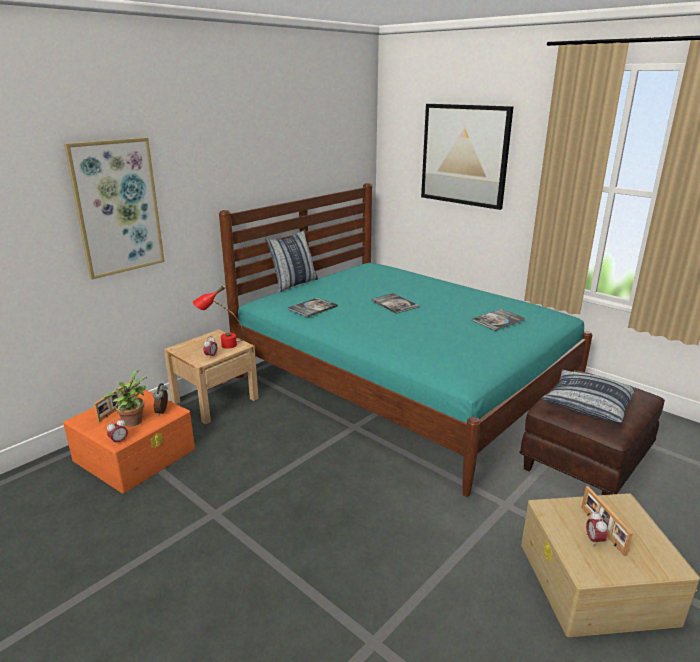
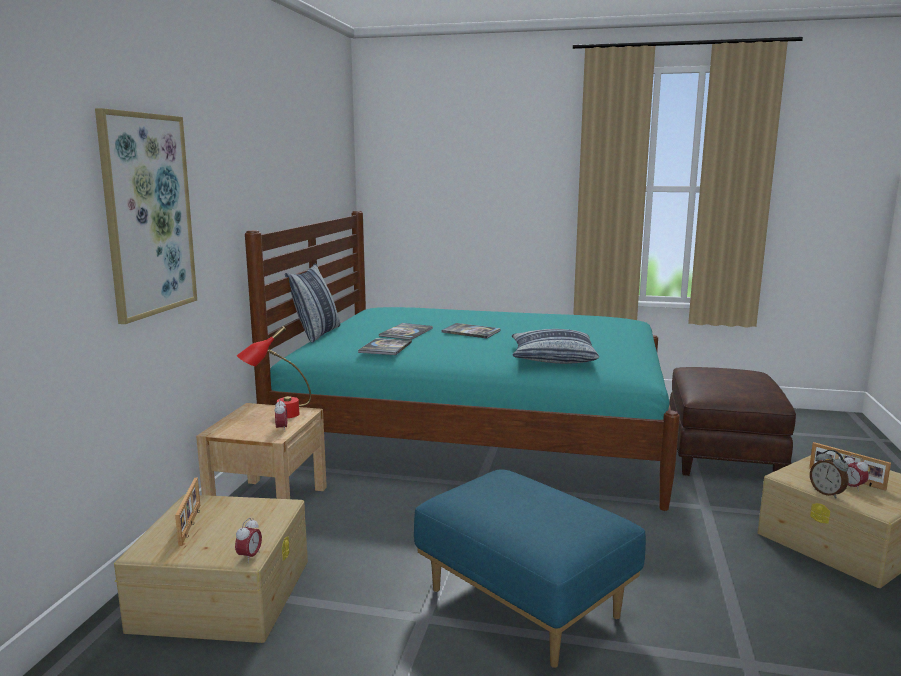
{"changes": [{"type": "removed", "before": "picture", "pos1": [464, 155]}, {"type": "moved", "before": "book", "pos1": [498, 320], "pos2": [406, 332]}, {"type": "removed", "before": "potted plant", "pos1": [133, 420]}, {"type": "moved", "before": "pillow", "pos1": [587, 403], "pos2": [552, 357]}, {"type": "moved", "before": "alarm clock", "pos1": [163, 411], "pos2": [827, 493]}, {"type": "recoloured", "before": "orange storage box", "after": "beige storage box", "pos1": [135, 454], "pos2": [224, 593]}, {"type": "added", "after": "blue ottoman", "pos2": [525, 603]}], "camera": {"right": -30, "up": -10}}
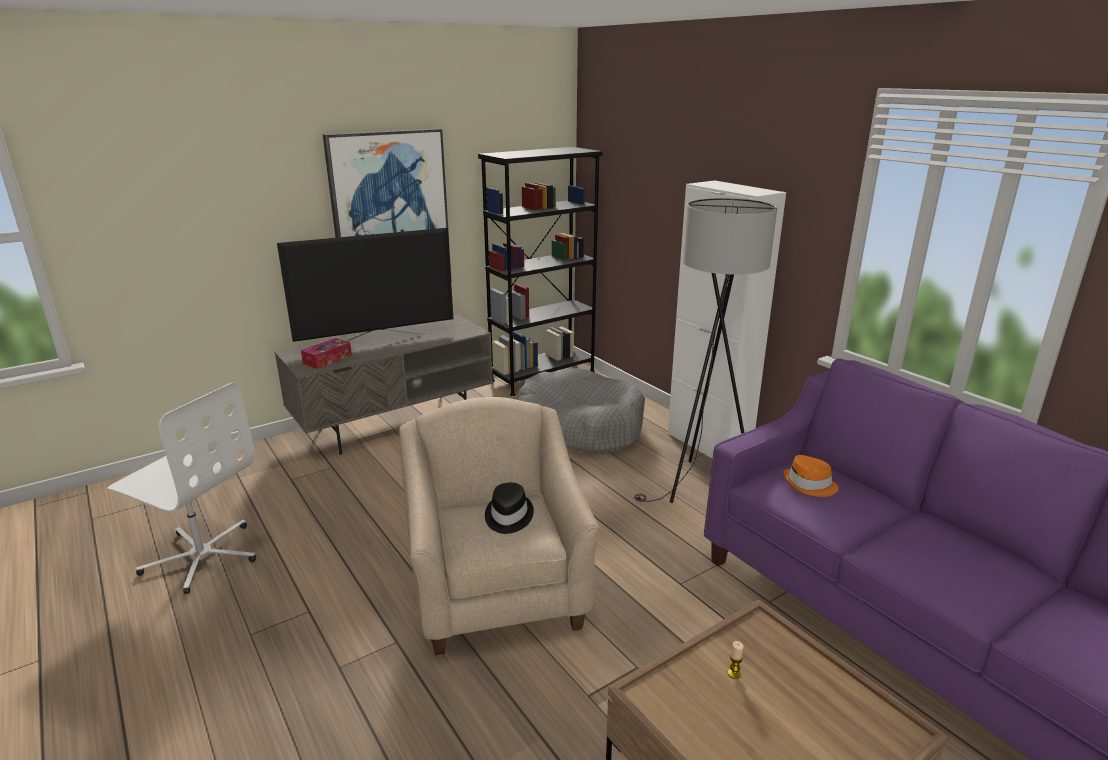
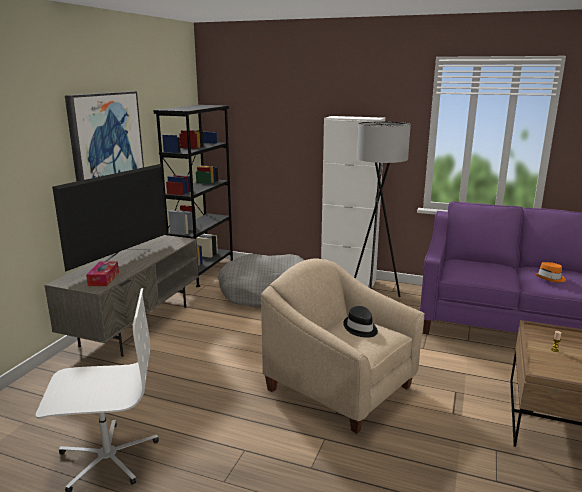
{"changes": [{"type": "moved", "before": "orange hat", "pos1": [809, 485], "pos2": [550, 278]}], "camera": {"right": -35, "up": -5}}
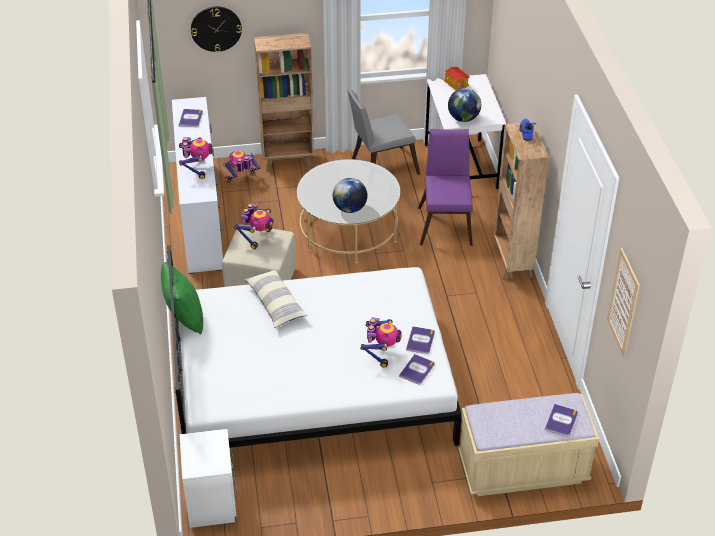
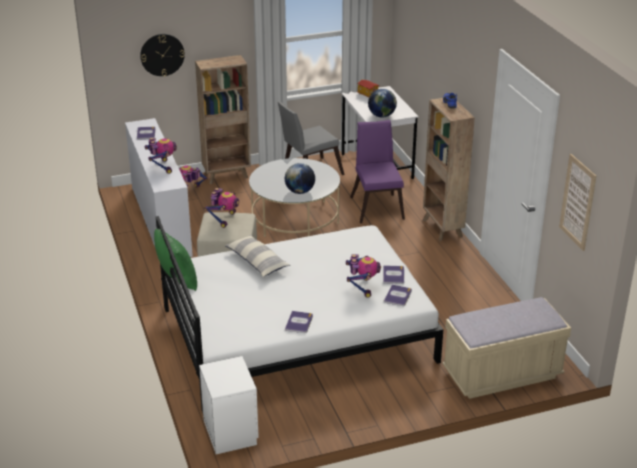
{"changes": [{"type": "moved", "before": "book", "pos1": [561, 421], "pos2": [299, 322]}], "camera": {"right": -10, "up": -10}}
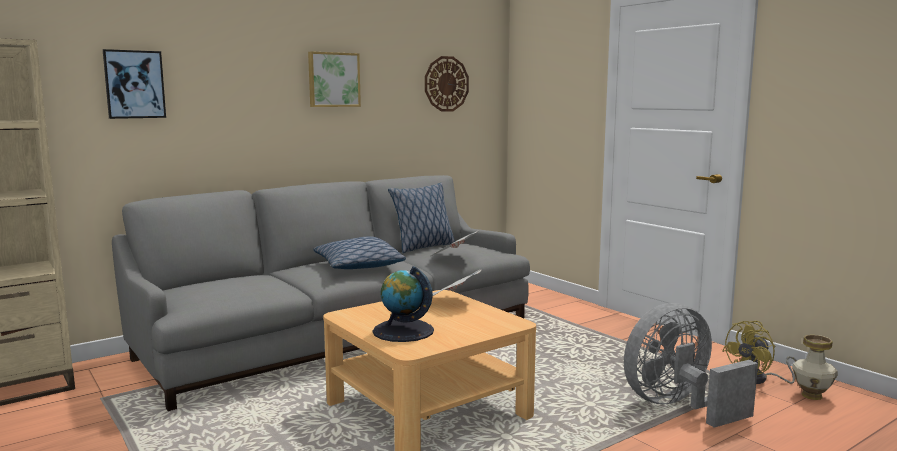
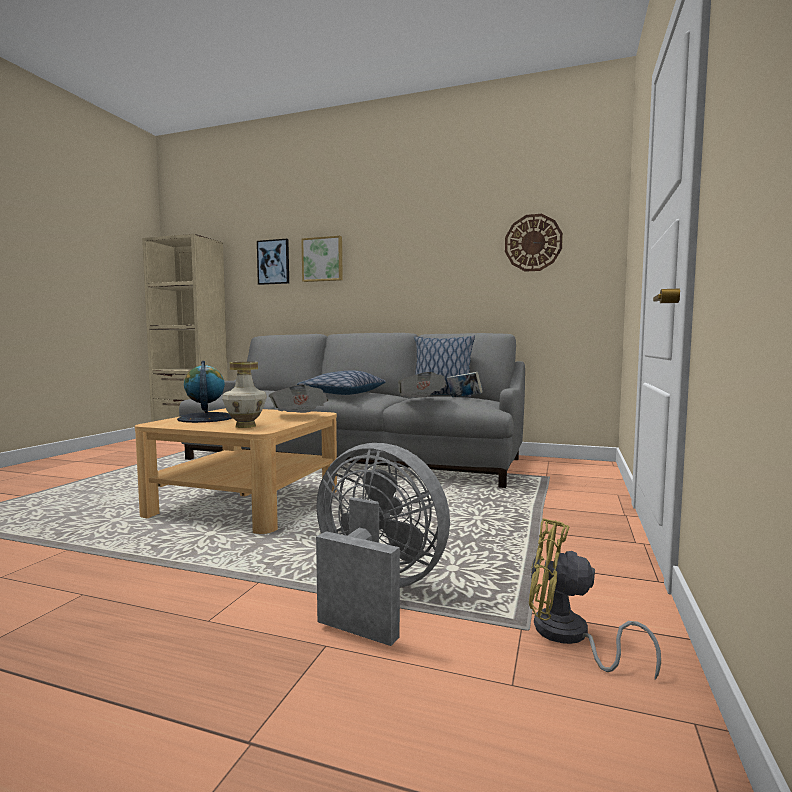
{"changes": [{"type": "moved", "before": "picture", "pos1": [333, 80], "pos2": [323, 259]}, {"type": "moved", "before": "vase", "pos1": [811, 396], "pos2": [245, 426]}, {"type": "added", "after": "book", "pos2": [464, 398]}], "camera": {"right": 55, "up": -5}}
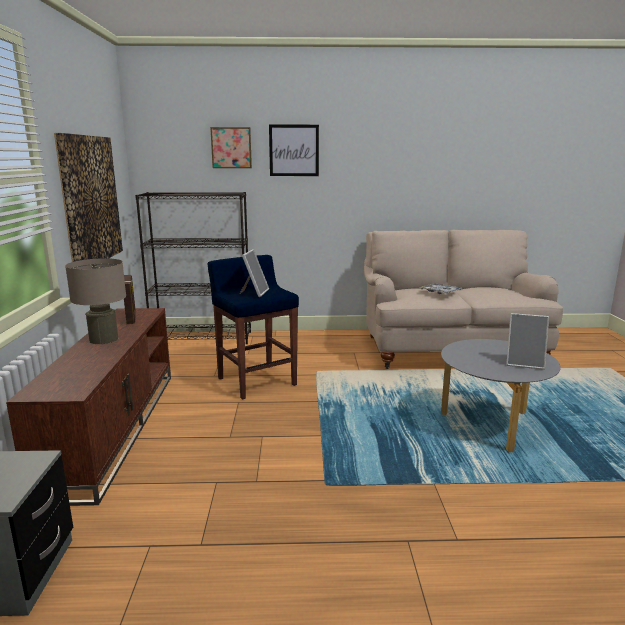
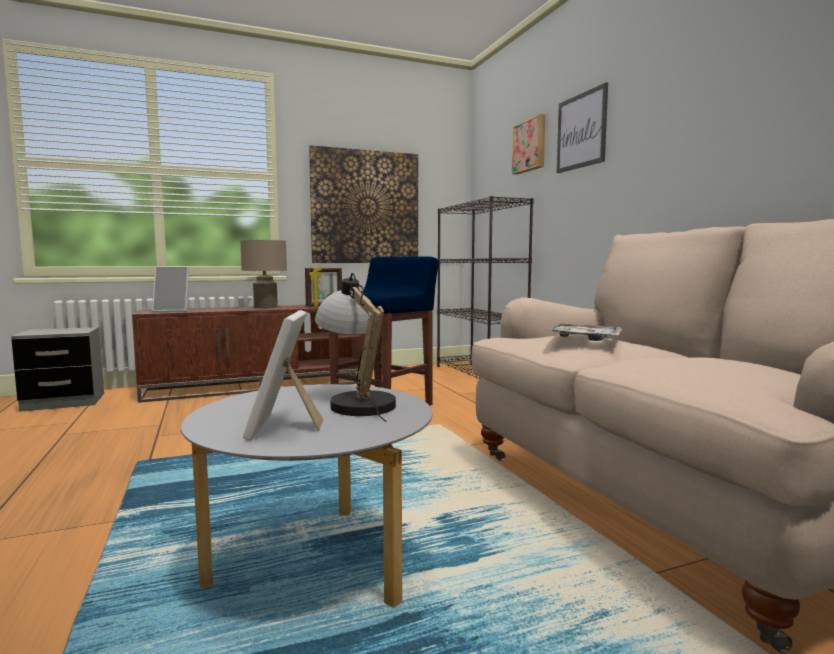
{"changes": [{"type": "moved", "before": "picture frame", "pos1": [254, 292], "pos2": [173, 310]}, {"type": "added", "after": "table lamp", "pos2": [356, 402]}], "camera": {"right": 70, "up": -10}}
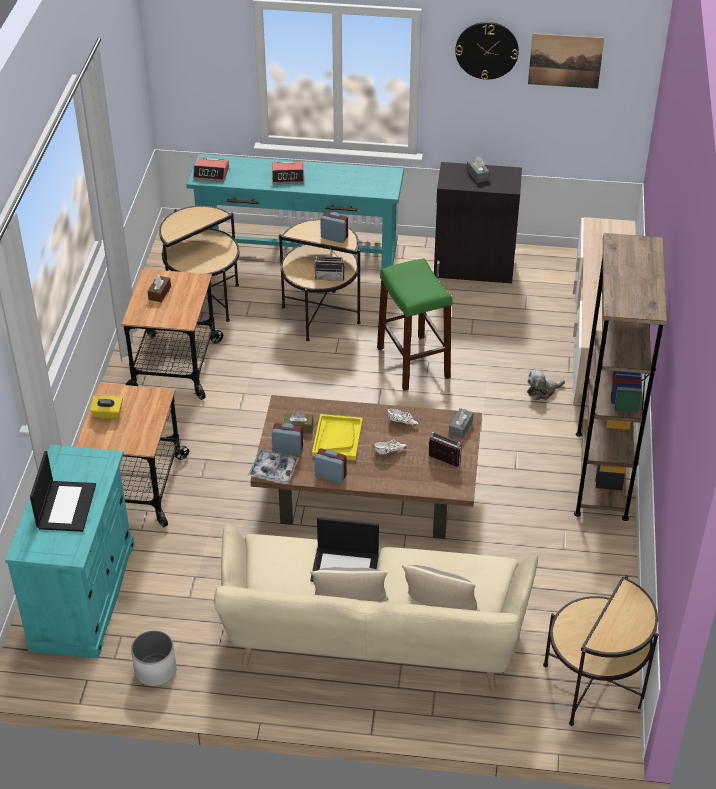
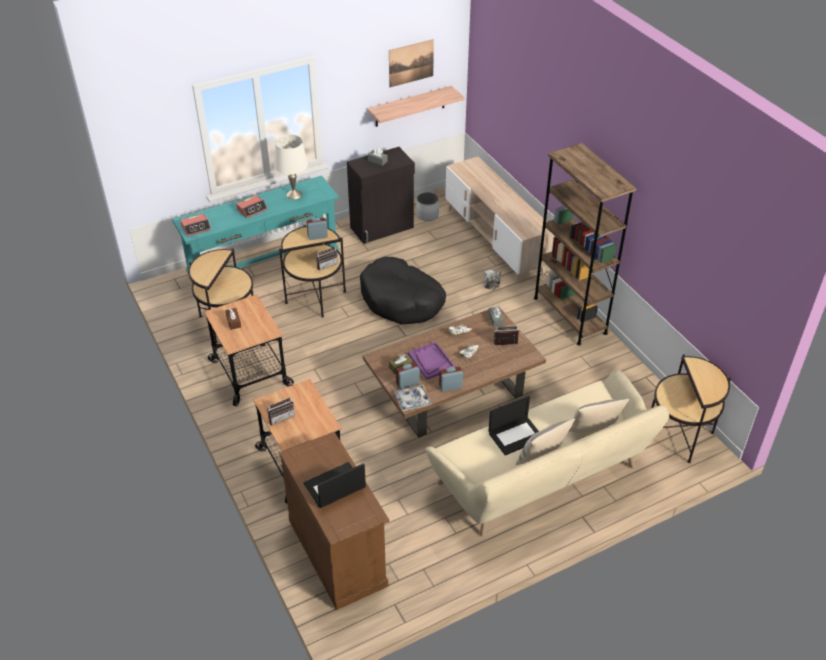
{"changes": [{"type": "removed", "before": "wall clock", "pos1": [487, 50]}, {"type": "replaced", "before": "green stool", "after": "black dog bed", "pos1": [413, 362], "pos2": [401, 300]}, {"type": "replaced", "before": "yellow tissue box", "after": "radio", "pos1": [107, 414], "pos2": [281, 416]}, {"type": "recoloured", "before": "yellow tray", "after": "purple tray", "pos1": [337, 438], "pos2": [431, 361]}, {"type": "recoloured", "before": "turquoise cabinet", "after": "brown cabinet", "pos1": [83, 595], "pos2": [337, 552]}, {"type": "turned", "before": "laptop", "pos1": [66, 506], "pos2": [334, 486], "turn": -90}, {"type": "moved", "before": "white planter", "pos1": [156, 670], "pos2": [427, 215]}, {"type": "added", "after": "shelf", "pos2": [410, 106]}, {"type": "added", "after": "white table lamp", "pos2": [294, 194]}], "camera": {"right": -35, "up": 0}}
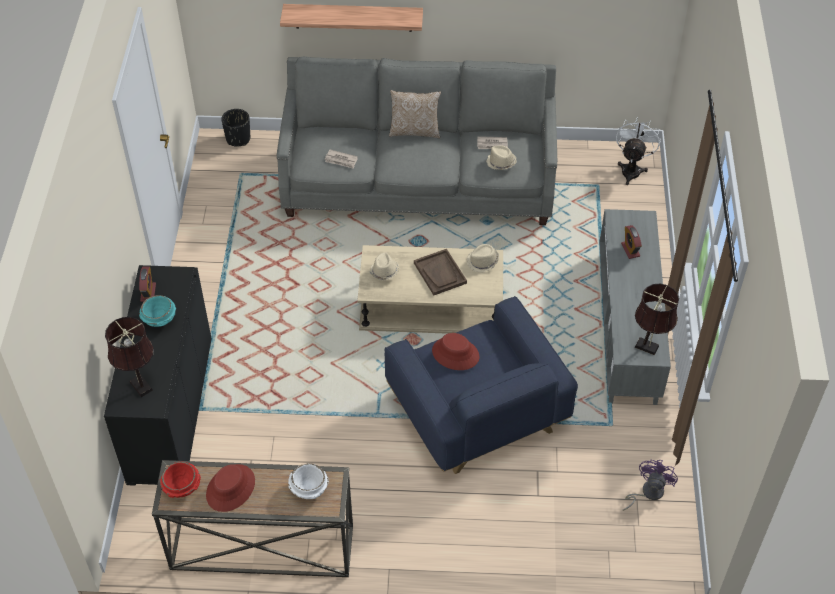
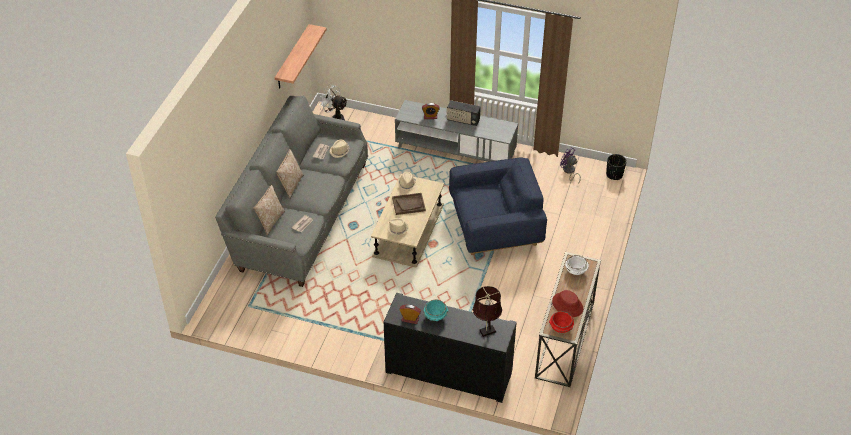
{"changes": [{"type": "moved", "before": "shelf", "pos1": [353, 17], "pos2": [292, 57]}, {"type": "moved", "before": "black planter", "pos1": [238, 139], "pos2": [614, 174]}, {"type": "removed", "before": "brown table lamp", "pos1": [648, 347]}, {"type": "removed", "before": "red hat", "pos1": [455, 354]}, {"type": "added", "after": "radio", "pos2": [463, 120]}, {"type": "added", "after": "pillow", "pos2": [270, 221]}], "camera": {"right": -75, "up": -5}}
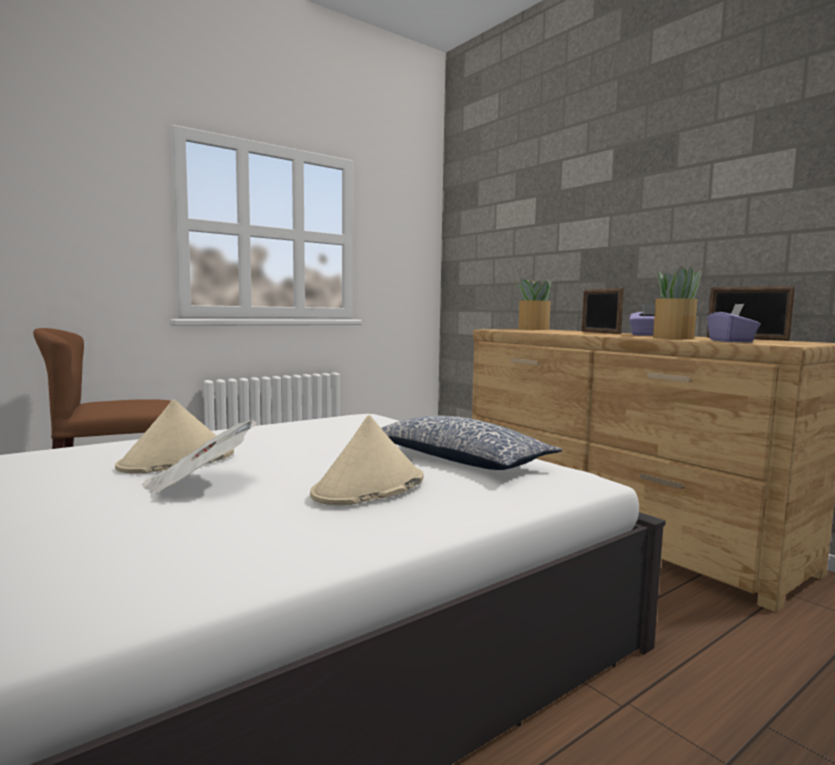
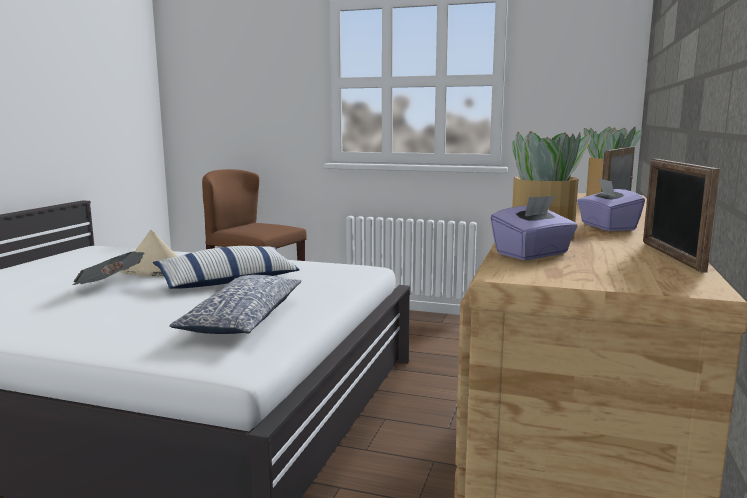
{"changes": [{"type": "removed", "before": "beige hat", "pos1": [369, 487]}, {"type": "added", "after": "pillow", "pos2": [228, 281]}], "camera": {"right": 55, "up": 5}}
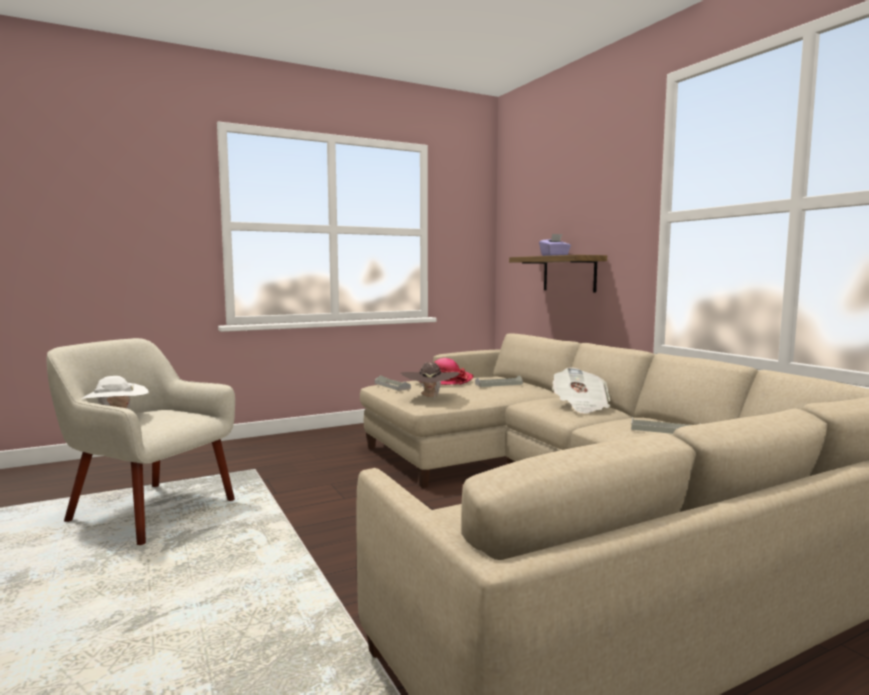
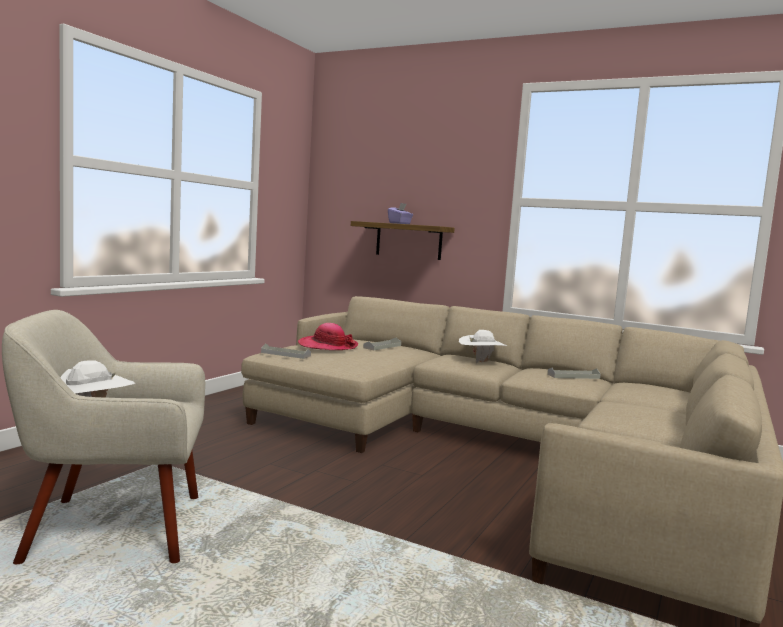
{"changes": [{"type": "removed", "before": "brown hat", "pos1": [430, 397]}, {"type": "replaced", "before": "newspaper", "after": "white hat", "pos1": [580, 406], "pos2": [481, 362]}], "camera": {"right": -35, "up": 0}}
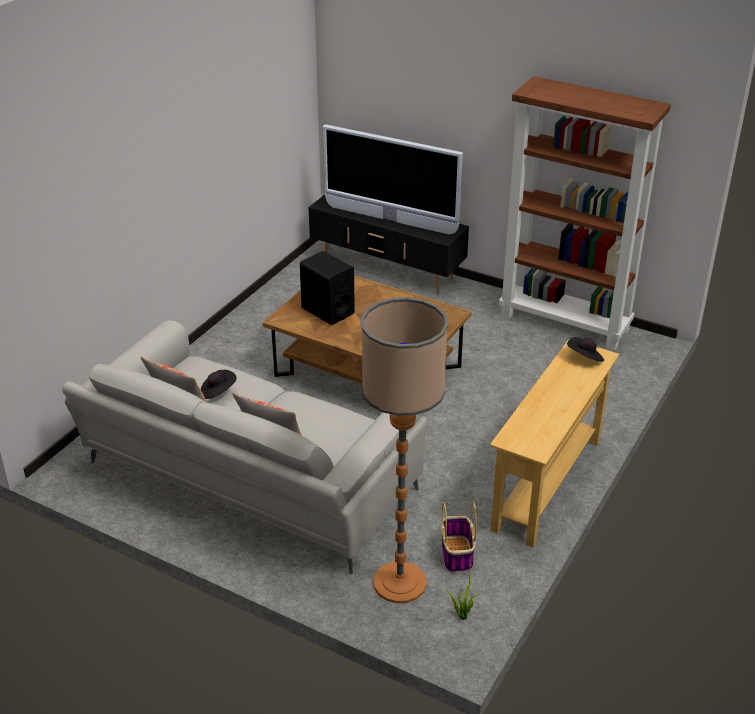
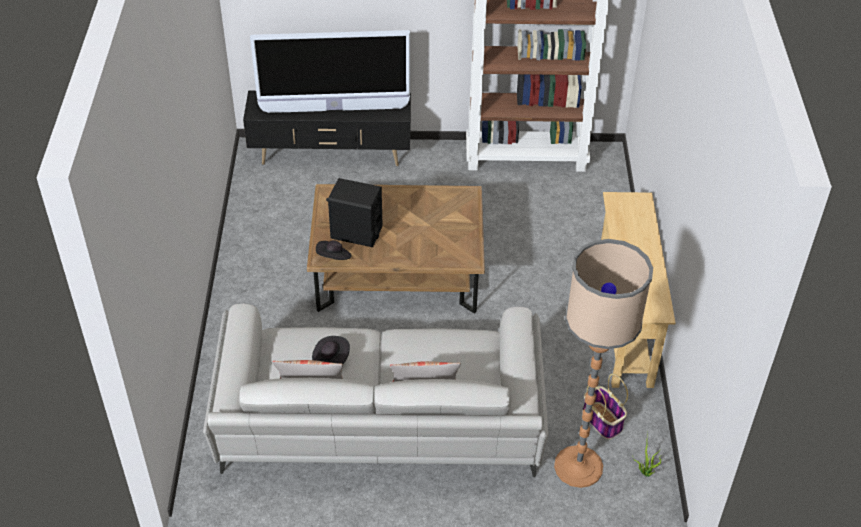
{"changes": [{"type": "moved", "before": "black hat", "pos1": [585, 358], "pos2": [334, 258]}], "camera": {"right": -30, "up": 10}}
